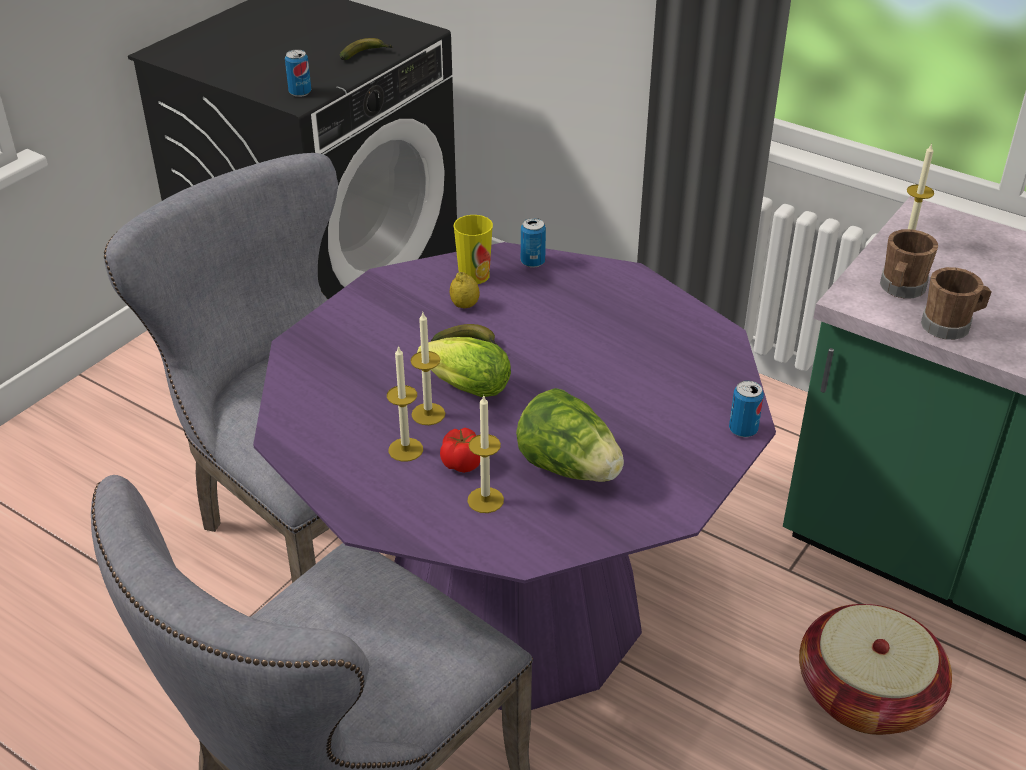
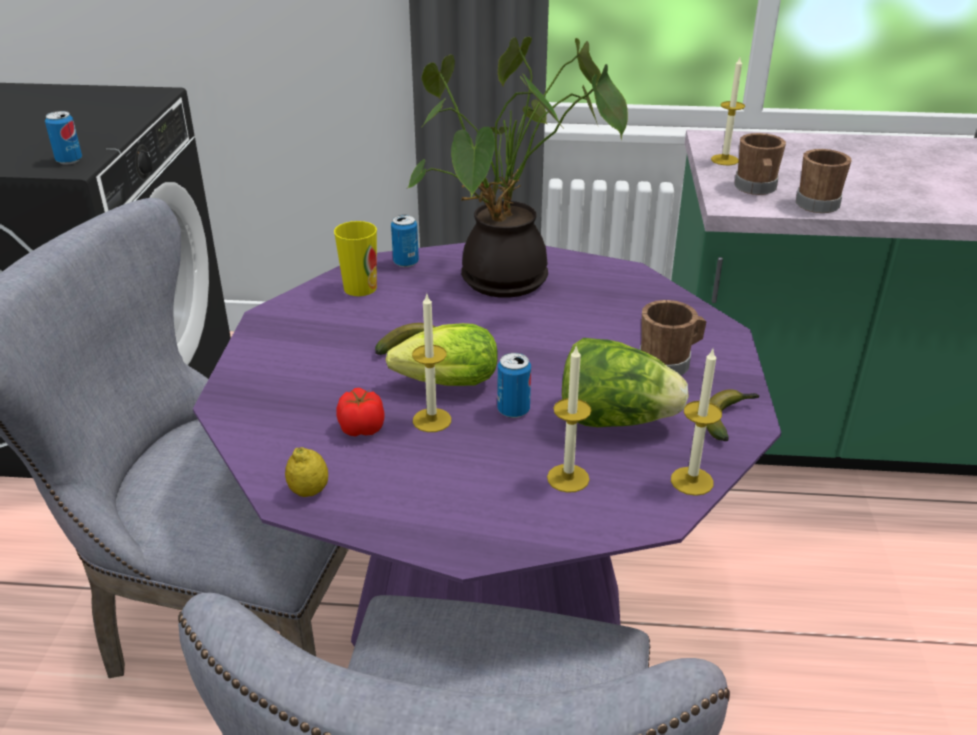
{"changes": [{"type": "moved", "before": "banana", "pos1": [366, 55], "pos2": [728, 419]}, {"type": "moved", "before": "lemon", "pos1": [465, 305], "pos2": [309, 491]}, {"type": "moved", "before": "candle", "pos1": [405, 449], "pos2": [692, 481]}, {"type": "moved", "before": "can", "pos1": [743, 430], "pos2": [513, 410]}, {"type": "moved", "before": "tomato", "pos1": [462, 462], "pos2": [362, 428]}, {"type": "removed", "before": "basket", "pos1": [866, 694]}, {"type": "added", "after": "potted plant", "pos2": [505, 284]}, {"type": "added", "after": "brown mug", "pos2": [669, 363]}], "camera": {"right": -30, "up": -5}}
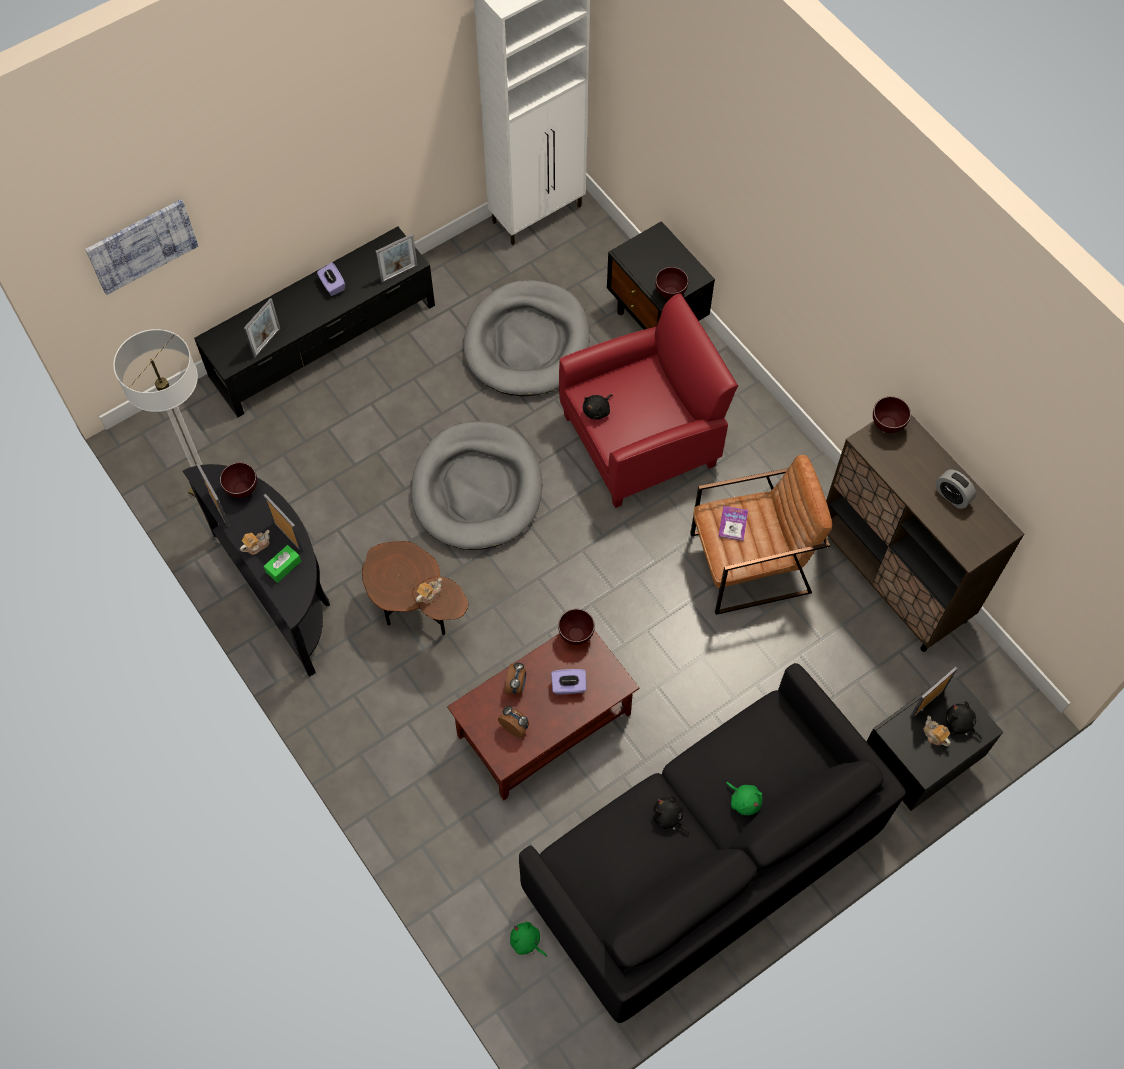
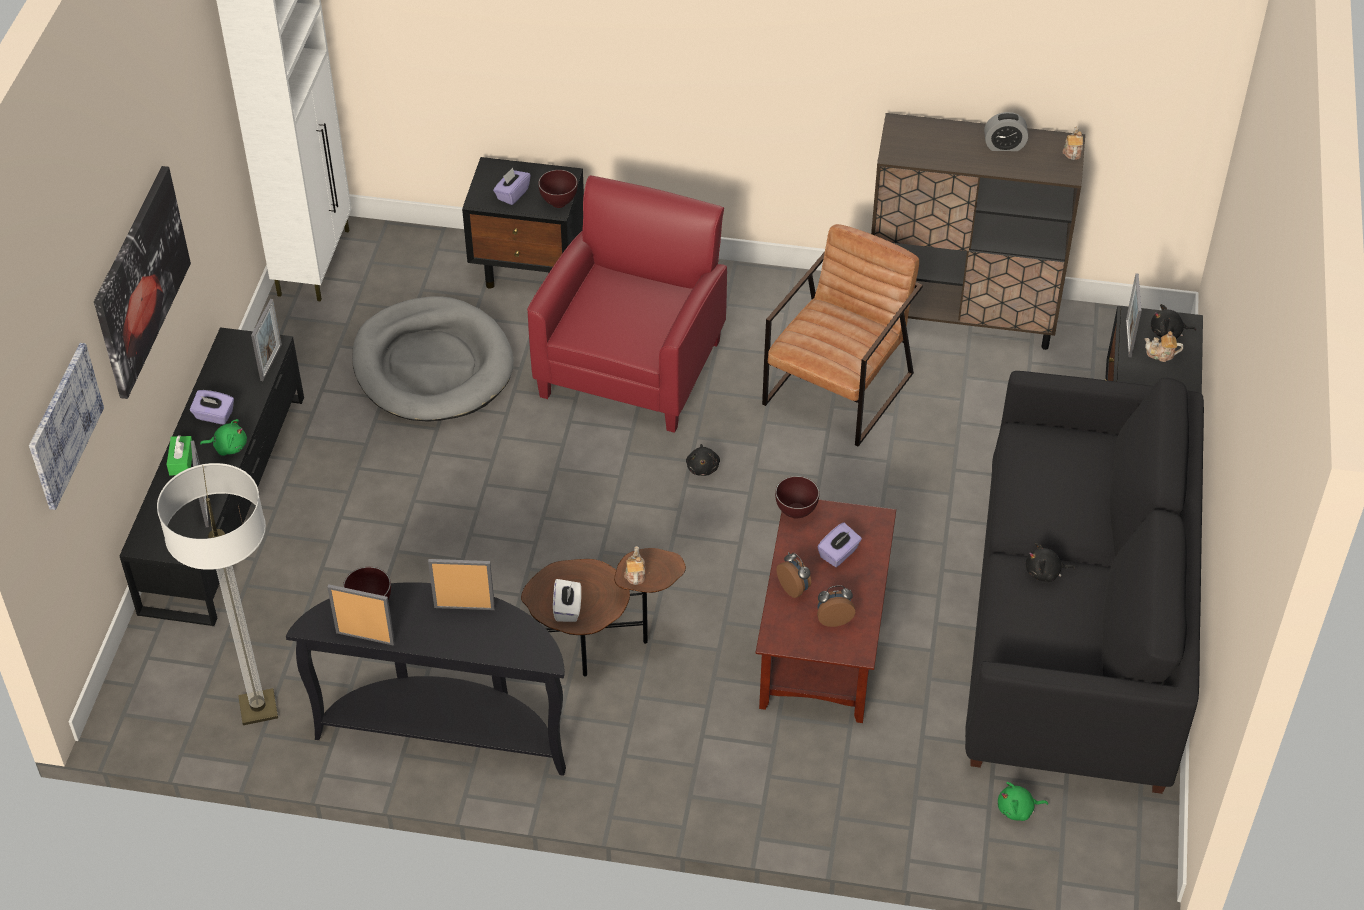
{"changes": [{"type": "moved", "before": "black plush toy", "pos1": [597, 410], "pos2": [703, 467]}, {"type": "removed", "before": "brown bowl", "pos1": [886, 425]}, {"type": "removed", "before": "grey dog bed", "pos1": [477, 489]}, {"type": "removed", "before": "book", "pos1": [733, 524]}, {"type": "moved", "before": "teapot", "pos1": [256, 545], "pos2": [1072, 151]}, {"type": "moved", "before": "green tissue box", "pos1": [283, 566], "pos2": [181, 461]}, {"type": "moved", "before": "green plush toy", "pos1": [744, 801], "pos2": [228, 446]}, {"type": "added", "after": "picture", "pos2": [140, 281]}, {"type": "added", "after": "purple tissue box", "pos2": [512, 194]}, {"type": "added", "after": "white tissue box", "pos2": [567, 609]}], "camera": {"right": -45, "up": -15}}
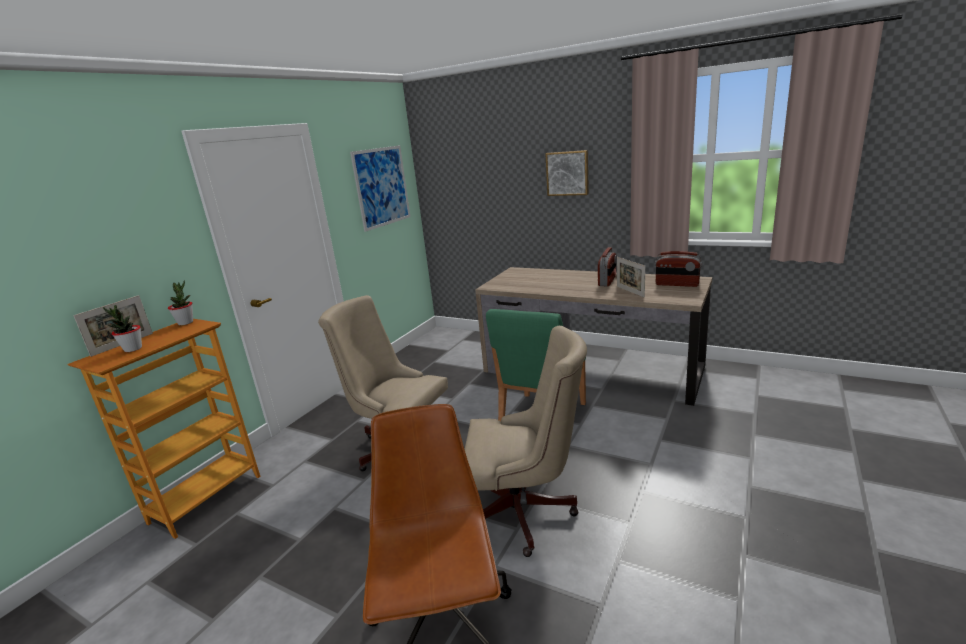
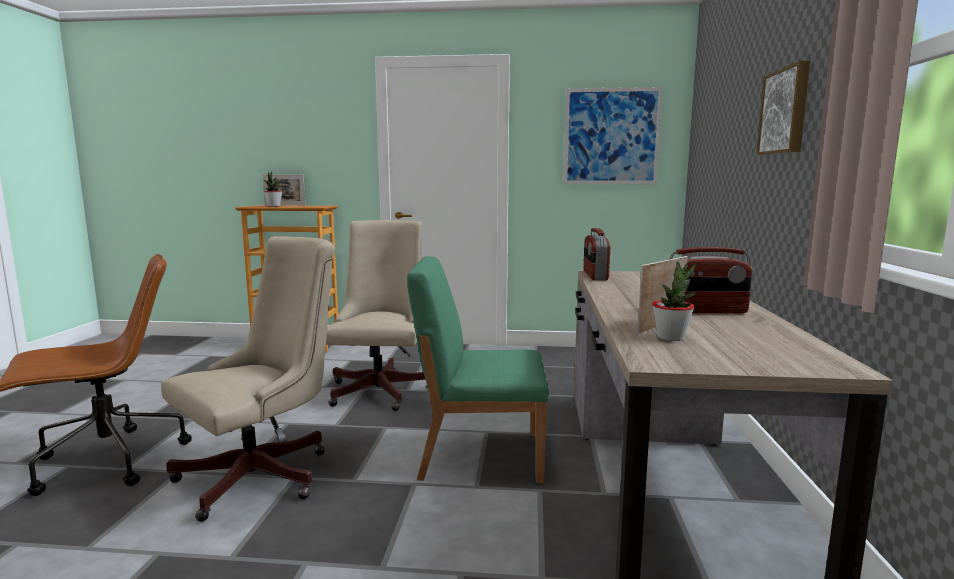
{"changes": [{"type": "moved", "before": "radio", "pos1": [677, 284], "pos2": [594, 275]}, {"type": "moved", "before": "potted plant", "pos1": [186, 322], "pos2": [671, 338]}, {"type": "turned", "before": "beige office chair", "pos1": [525, 512], "pos2": [264, 474], "turn": -120}], "camera": {"right": 65, "up": -10}}
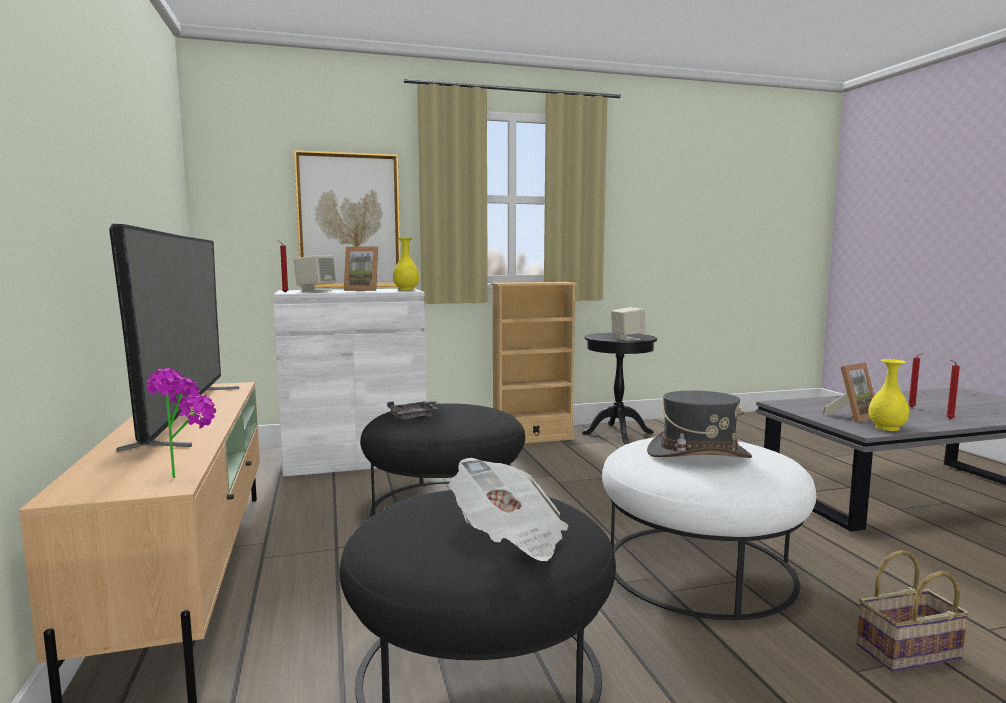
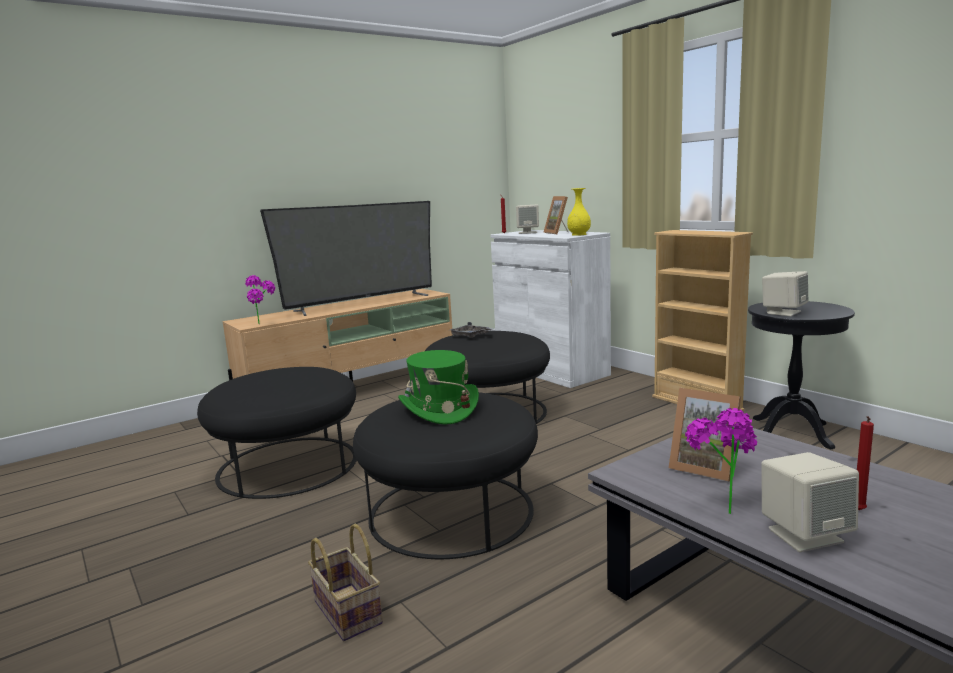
{"changes": [{"type": "removed", "before": "picture", "pos1": [349, 221]}, {"type": "removed", "before": "yellow vase", "pos1": [887, 428]}, {"type": "replaced", "before": "red candle", "after": "beige speaker", "pos1": [948, 419], "pos2": [804, 535]}, {"type": "recoloured", "before": "grey hat", "after": "green hat", "pos1": [698, 454], "pos2": [439, 409]}, {"type": "recoloured", "before": "white ottoman", "after": "black ottoman", "pos1": [700, 568], "pos2": [451, 512]}, {"type": "removed", "before": "newspaper", "pos1": [510, 537]}, {"type": "added", "after": "potted plant", "pos2": [720, 507]}], "camera": {"right": 70, "up": 5}}
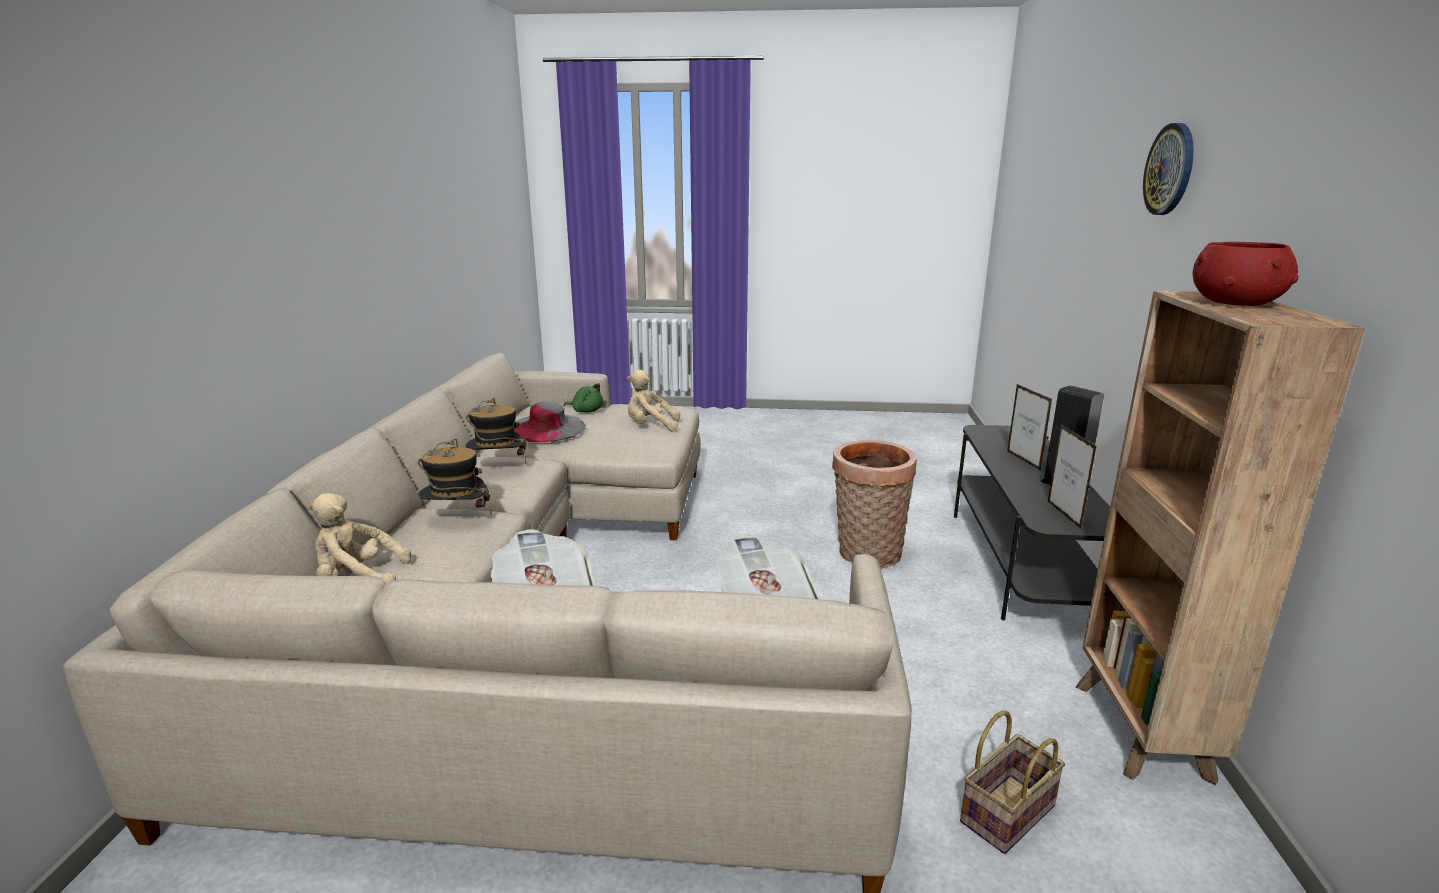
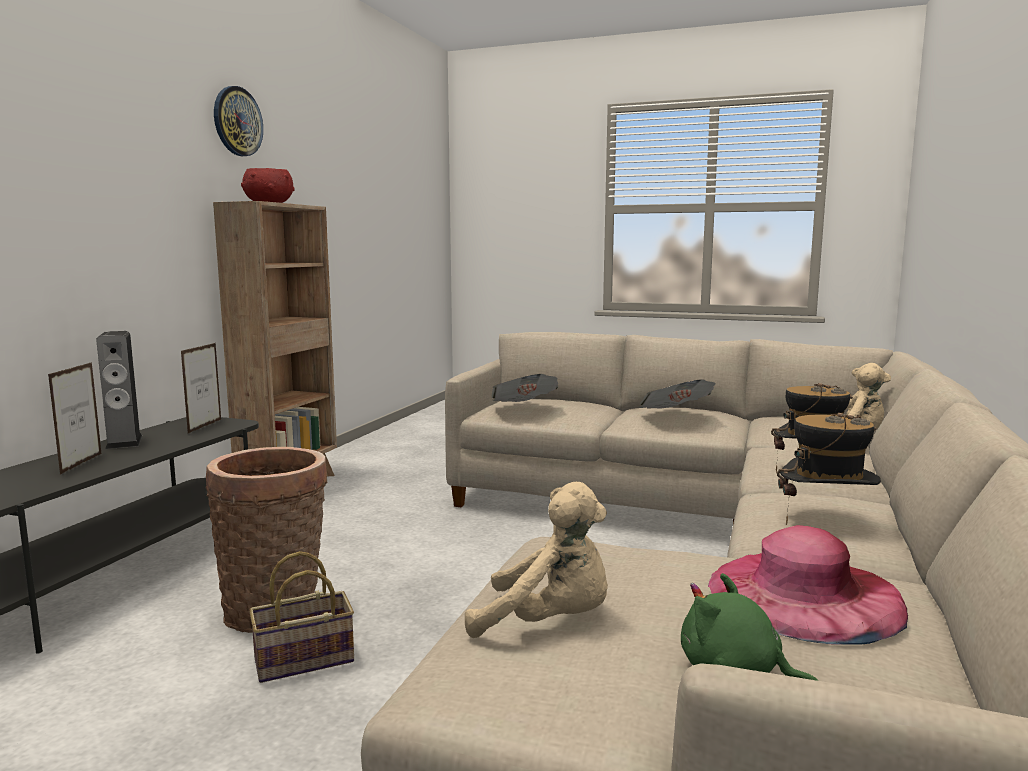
{"changes": [{"type": "moved", "before": "wall clock", "pos1": [1170, 169], "pos2": [237, 121]}, {"type": "recoloured", "before": "grey hat", "after": "pink hat", "pos1": [547, 428], "pos2": [804, 595]}, {"type": "moved", "before": "basket", "pos1": [1007, 811], "pos2": [302, 661]}], "camera": {"right": -165, "up": -10}}
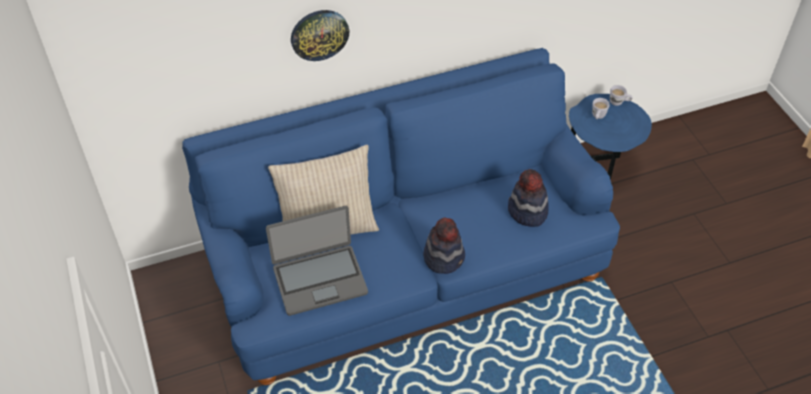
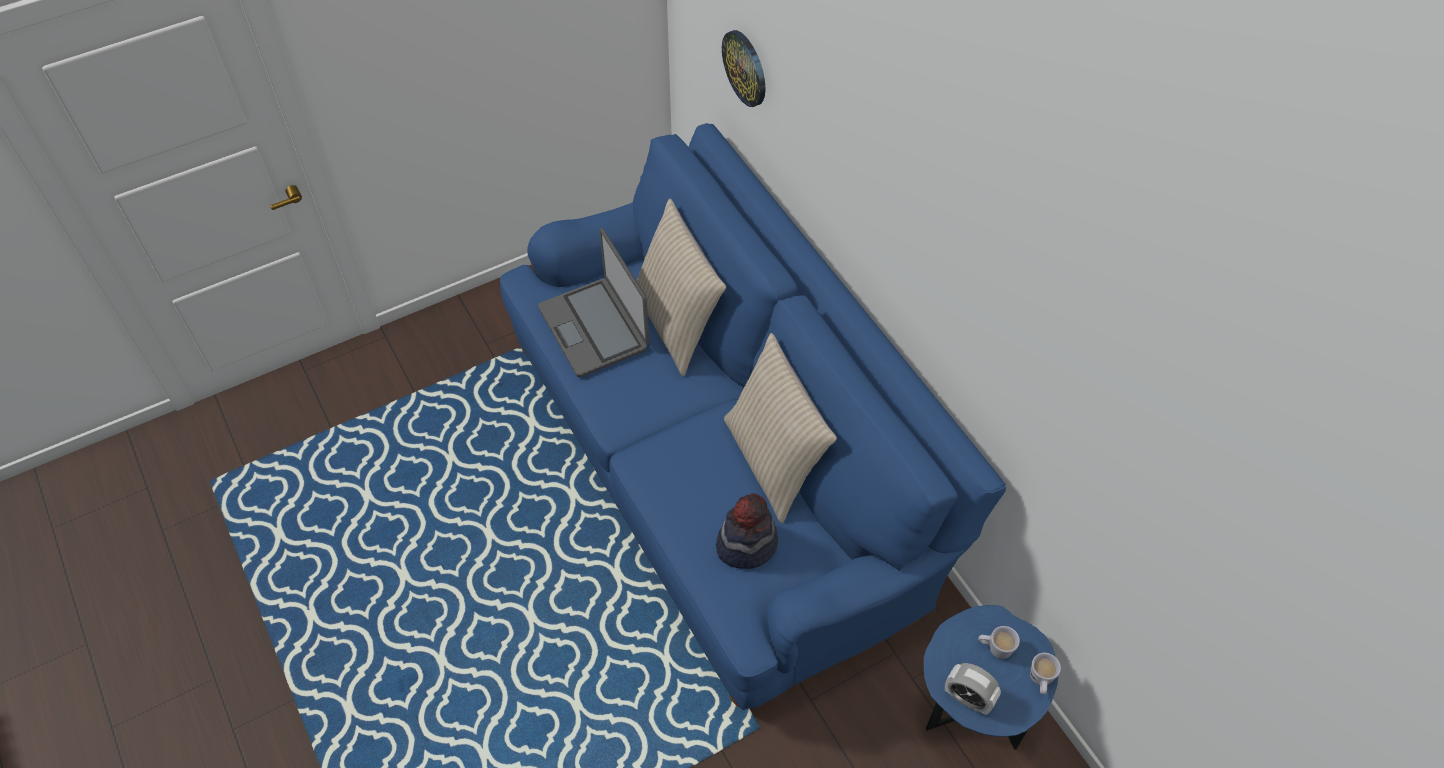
{"changes": [{"type": "moved", "before": "wall clock", "pos1": [319, 34], "pos2": [745, 68]}, {"type": "removed", "before": "hat", "pos1": [444, 257]}, {"type": "added", "after": "beige pillow", "pos2": [773, 462]}, {"type": "added", "after": "alarm clock", "pos2": [967, 698]}], "camera": {"right": 80, "up": 5}}
